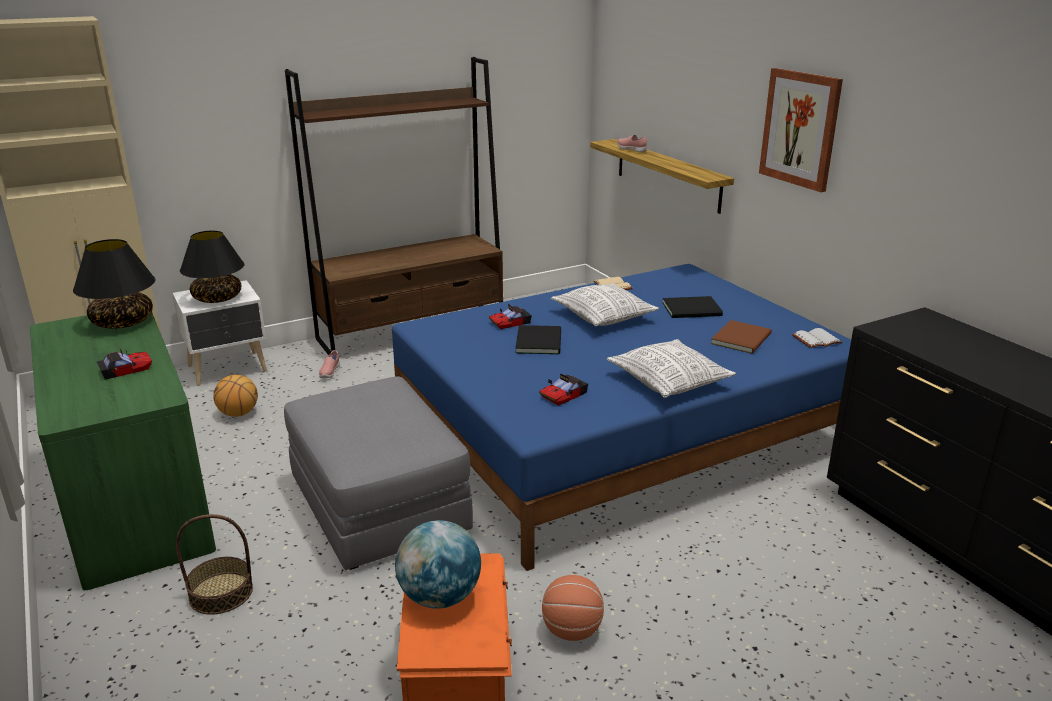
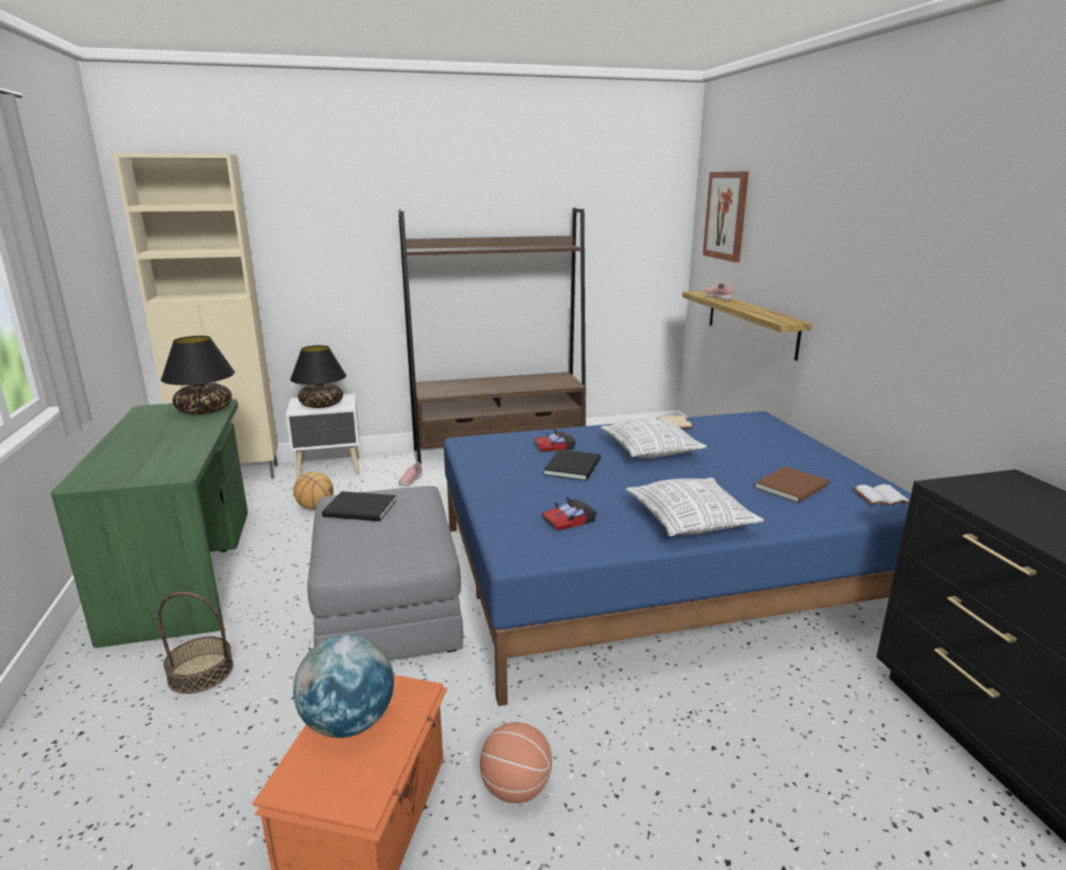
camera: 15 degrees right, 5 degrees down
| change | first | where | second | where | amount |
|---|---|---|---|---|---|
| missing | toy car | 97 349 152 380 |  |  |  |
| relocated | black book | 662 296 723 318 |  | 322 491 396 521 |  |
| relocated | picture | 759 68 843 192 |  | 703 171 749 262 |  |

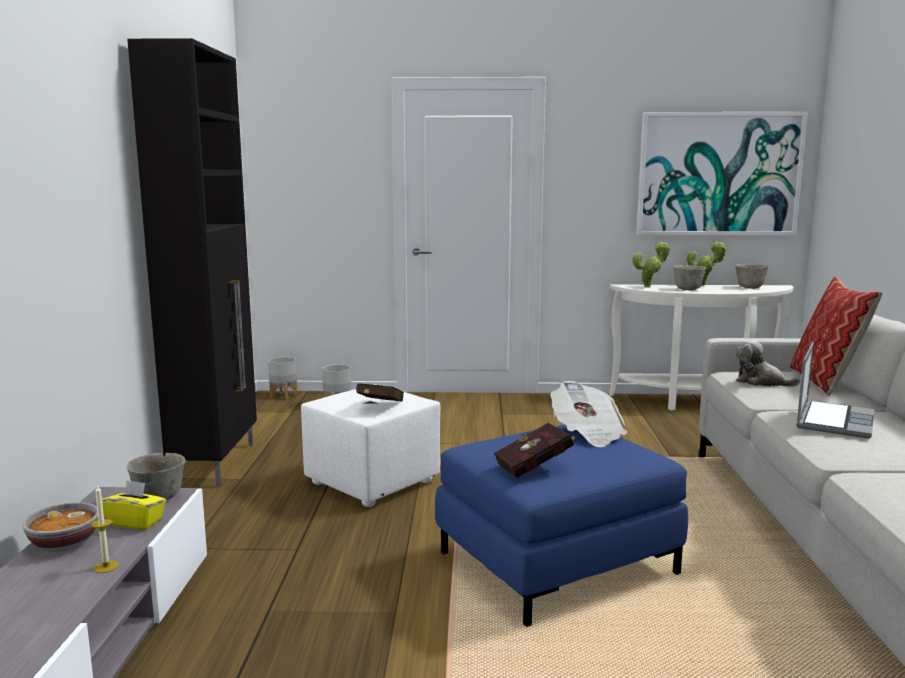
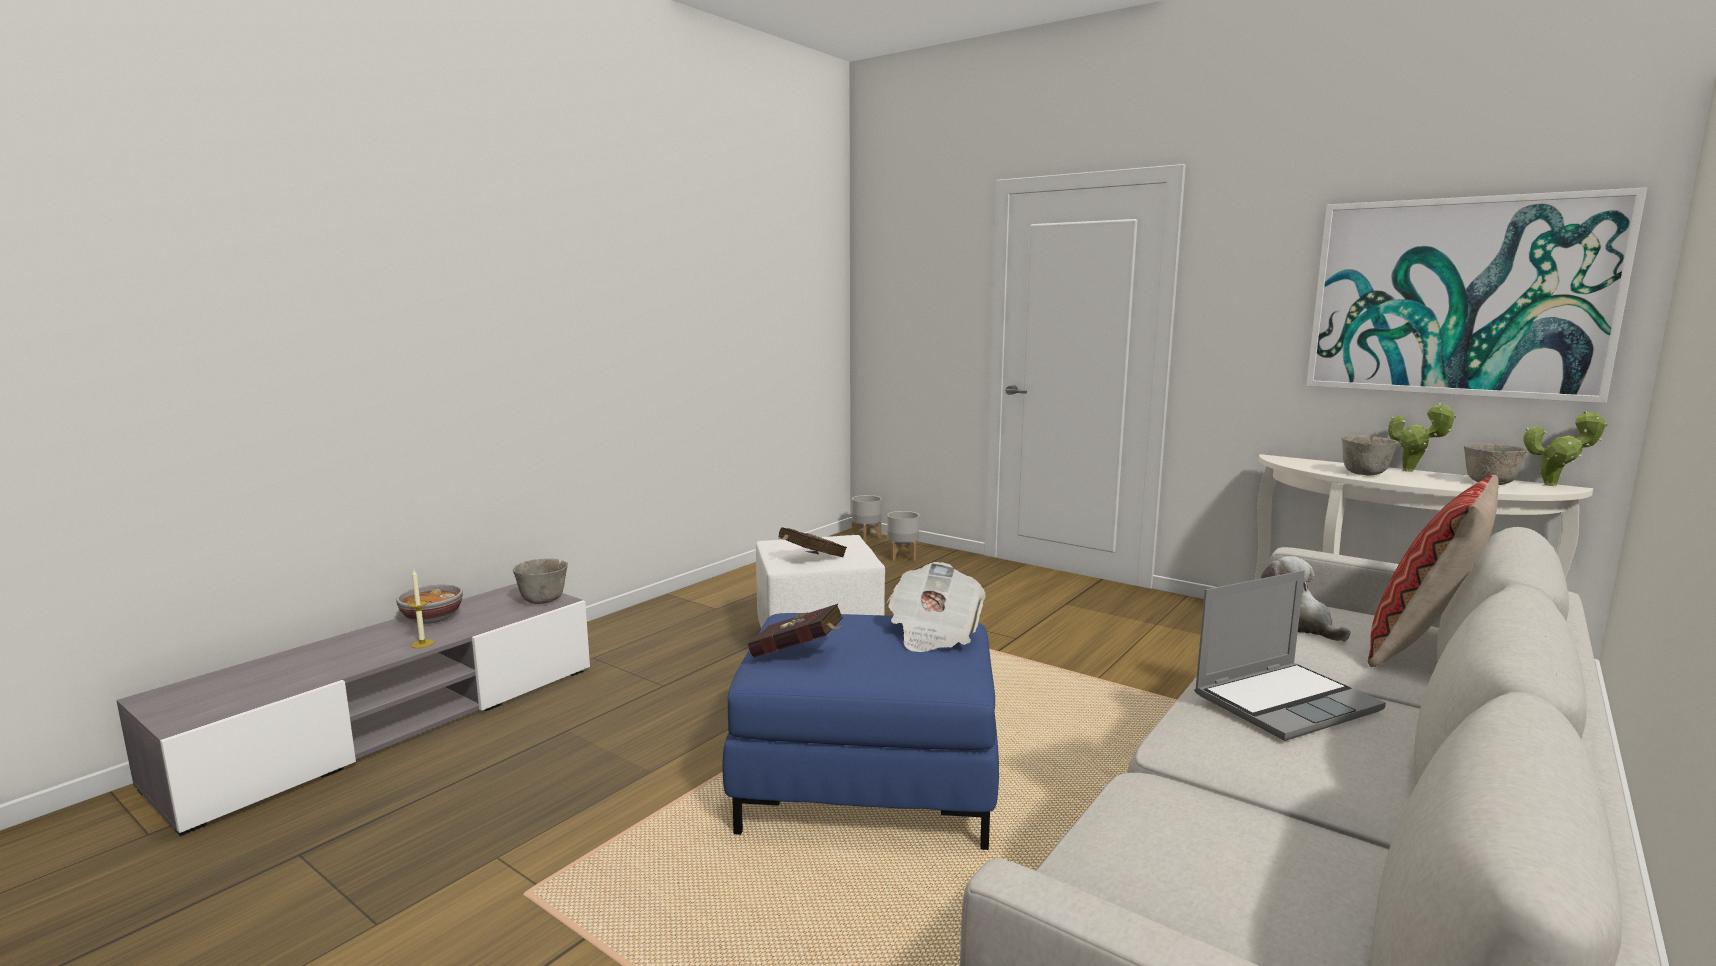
camera: 35 degrees right, 0 degrees up
| change | first | where | second | where | amount |
|---|---|---|---|---|---|
| missing | yellow tissue box | 102 480 166 530 |  |  |  |
| missing | black cabinet | 127 38 257 487 |  |  |  |
| relocated | potted plant | 632 241 670 288 |  | 1523 411 1607 486 |  |

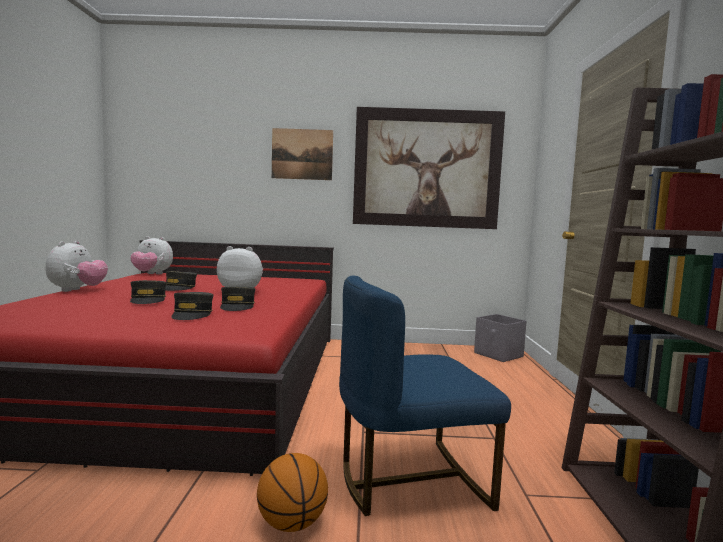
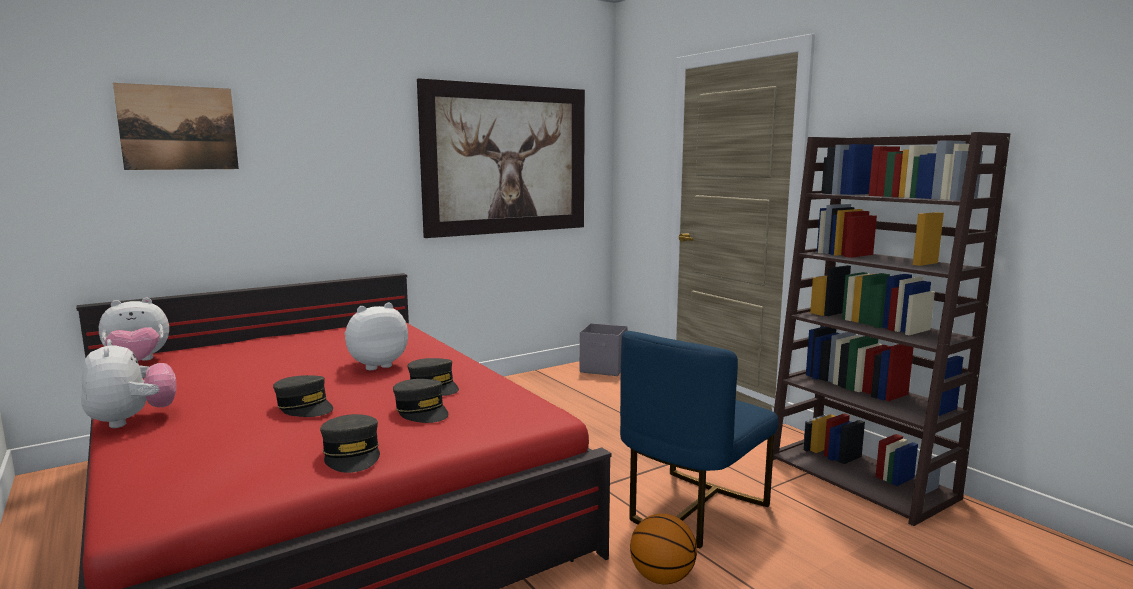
camera: 35 degrees left, 5 degrees up
| change | first | where | second | where | amount |
|---|---|---|---|---|---|
| relocated | grey cap | 165 271 197 291 |  | 320 414 380 473 |  |
| relocated | picture | 272 128 333 180 |  | 113 83 239 170 |  |

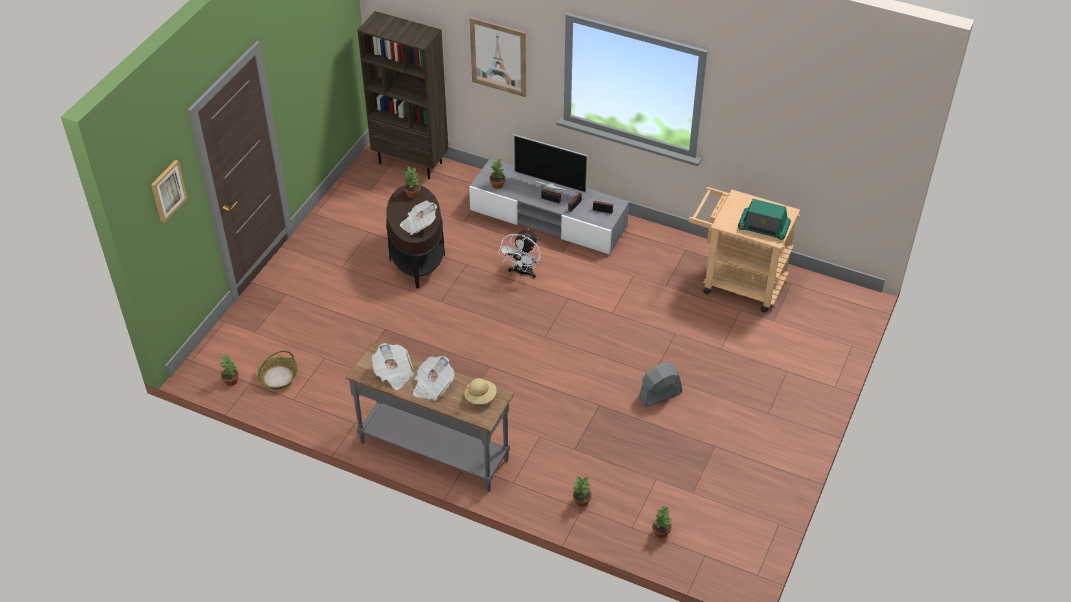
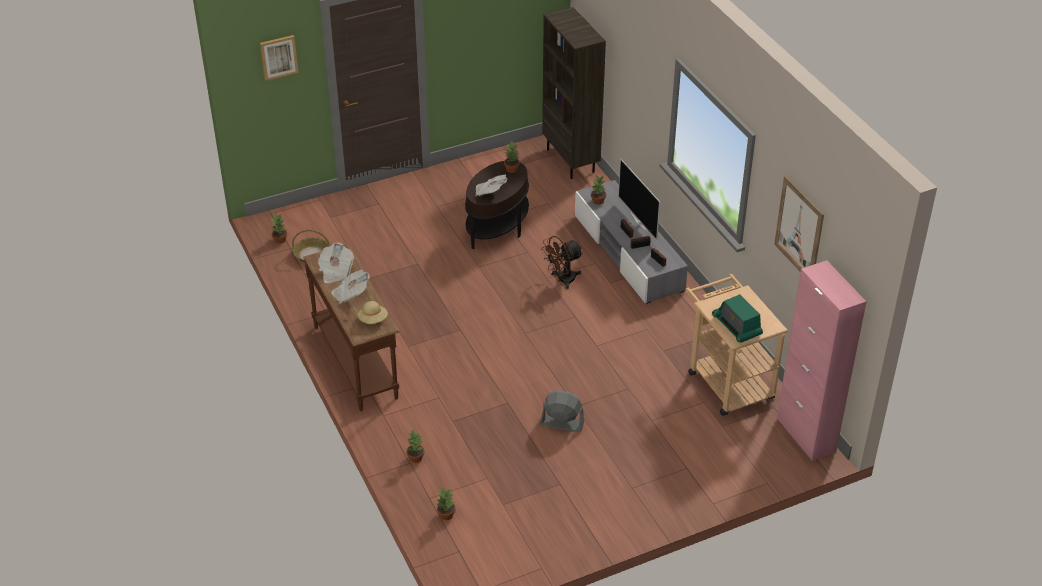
camera: 40 degrees right, 5 degrees down
| change | first | where | second | where | amount |
|---|---|---|---|---|---|
| colour | grey console table | 345 342 514 492 | brown console table | 303 244 400 411 |  |
| relocated | picture | 470 17 526 97 |  | 774 176 824 271 |  |
| colour | white fan | 498 229 541 278 | brown fan | 541 236 583 289 |  |
| appeared |  |  | pink cabinet | 777 260 867 461 |  |

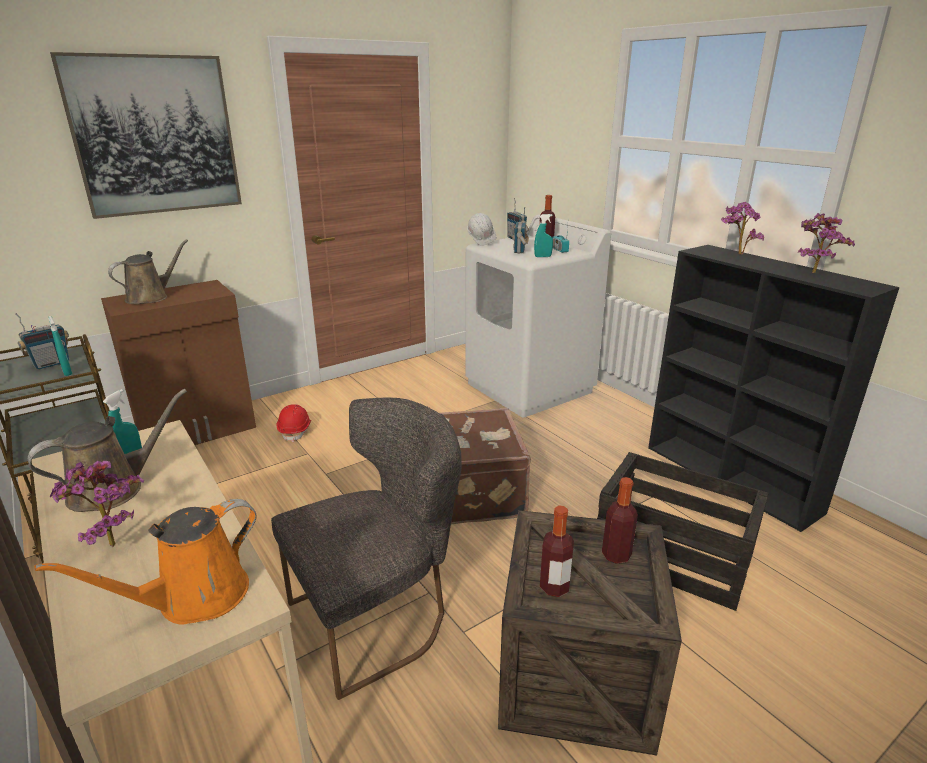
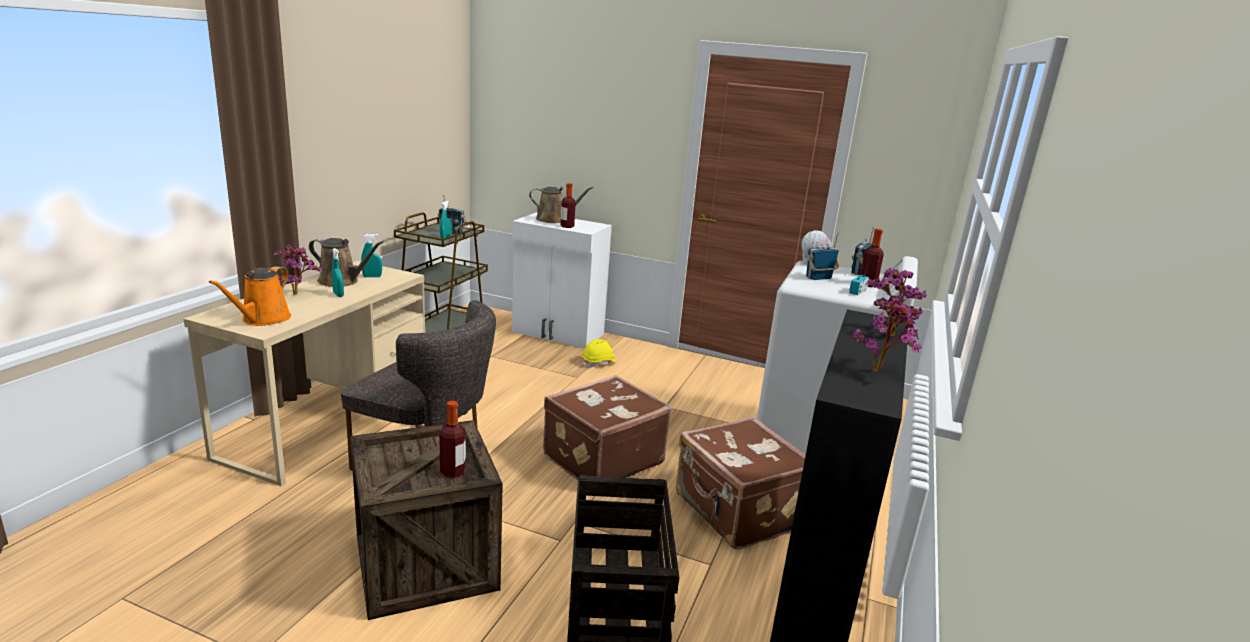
camera: 55 degrees right, 5 degrees down
| change | first | where | second | where | amount |
|---|---|---|---|---|---|
| spun | orange watering can | 34 499 256 624 |  | 209 266 291 326 | 90 degrees counterclockwise |
| missing | picture | 50 52 242 219 |  |  |  |
| colour | brown cabinet | 101 280 256 445 | white cabinet | 512 212 612 349 |  |
| colour | red hard hat | 276 404 311 442 | yellow hard hat | 582 339 617 368 |  |
| relocated | turquoise spray bottle | 534 214 553 257 |  | 332 248 344 297 |  |
| relocated | bottle | 540 505 574 597 |  | 560 183 576 228 |  |
| appeared |  |  | brown suitcase | 676 417 806 550 |  |

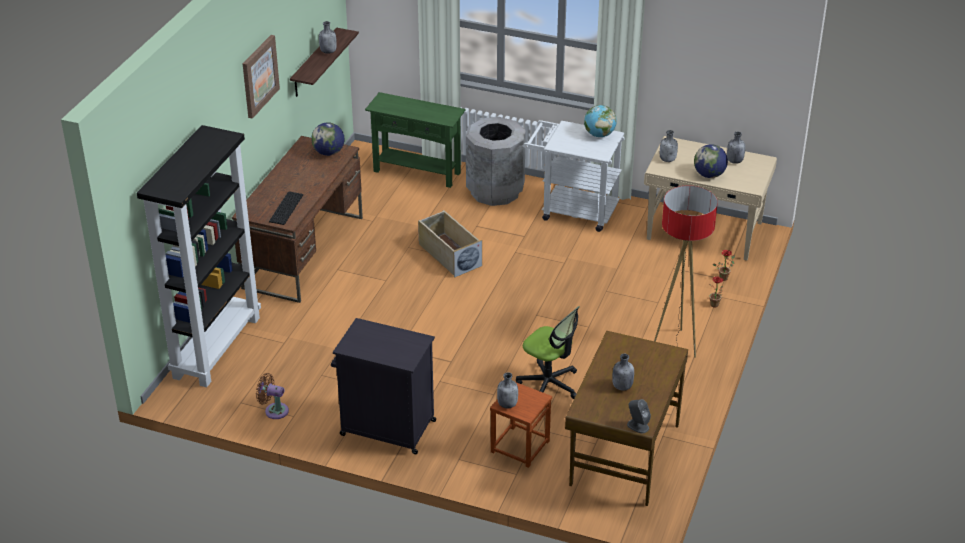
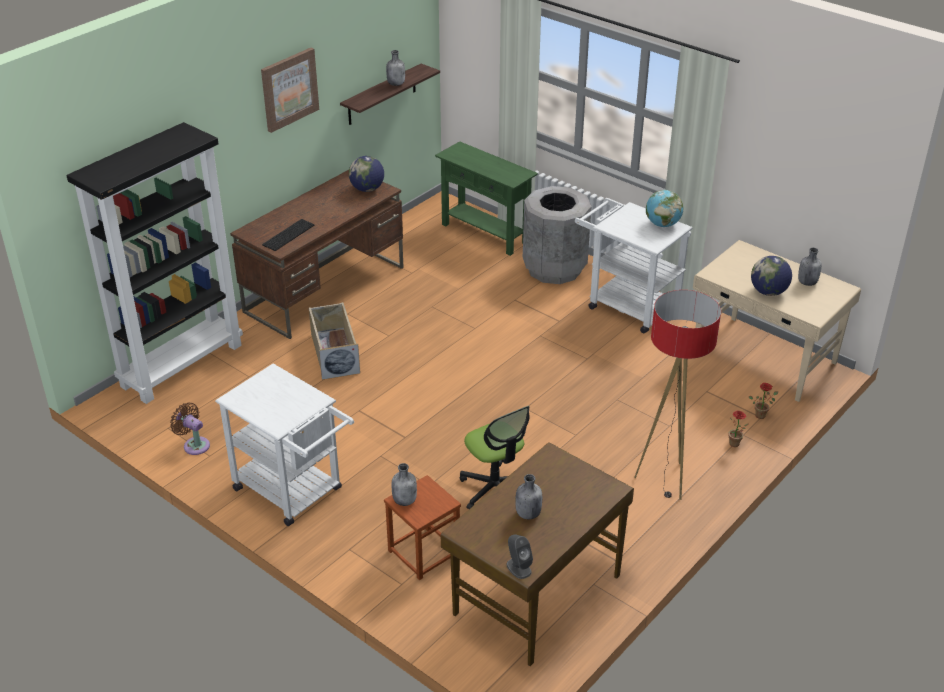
camera: 20 degrees right, 0 degrees up
| change | first | where | second | where | amount |
|---|---|---|---|---|---|
| exchanged | black cabinet | 331 318 436 454 | white cart | 215 364 354 526 |  |
| relocated | beige storage box | 418 210 482 278 |  | 309 302 360 380 |  |
| missing | grey bottle | 660 130 678 162 |  |  |  |

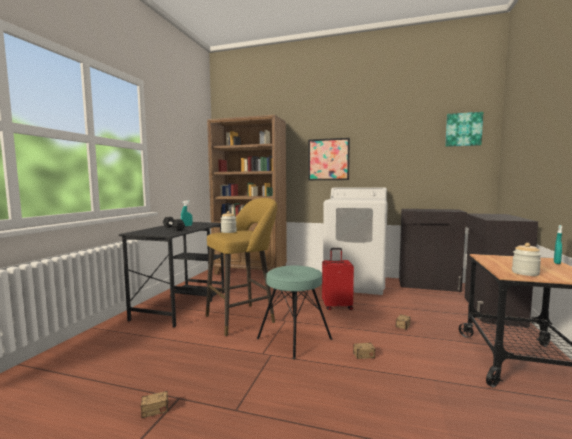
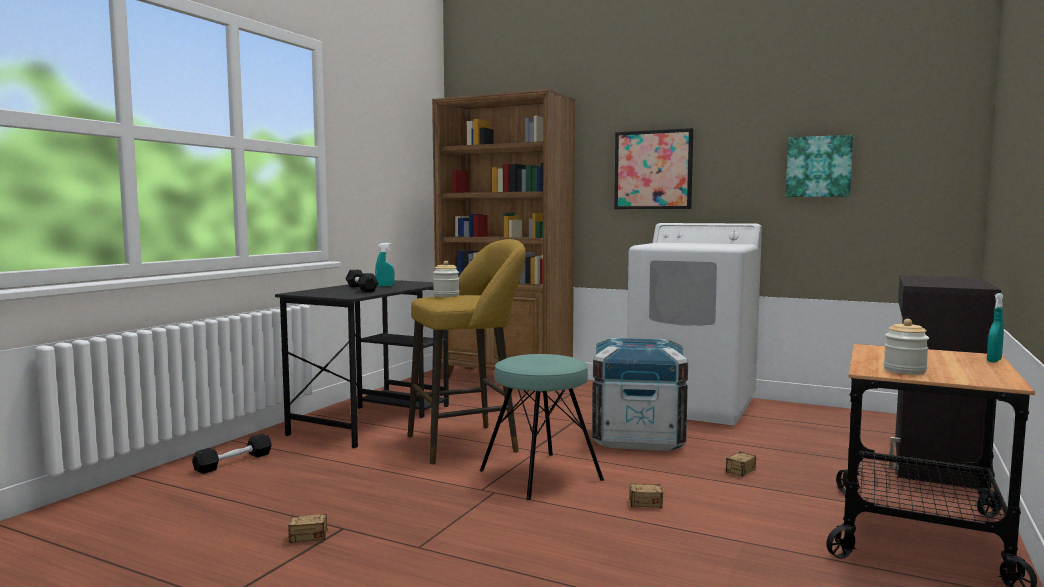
camera: 10 degrees right, 0 degrees up
| change | first | where | second | where | amount |
|---|---|---|---|---|---|
| exchanged | red suitcase | 322 248 354 311 | crate | 592 338 688 451 |  |
| missing | black cabinet | 399 209 467 292 |  |  |  |
| relocated | picture | 445 112 483 147 |  | 786 135 853 197 |  |
| appeared |  |  | black dumbbell | 192 433 272 474 |  |

